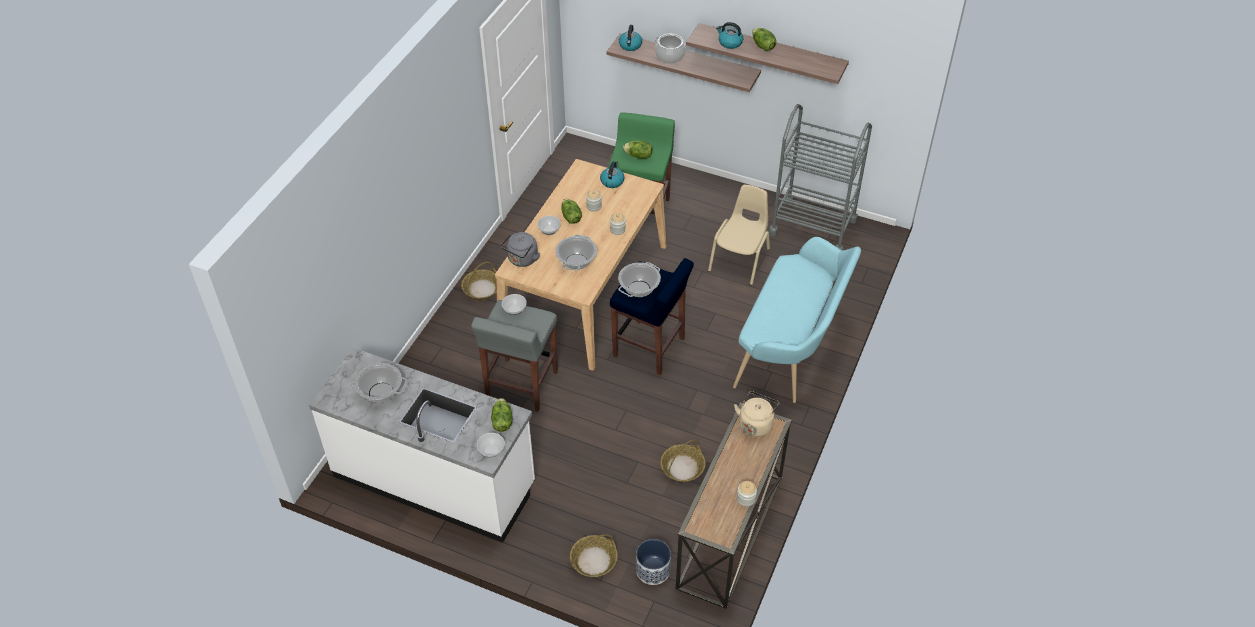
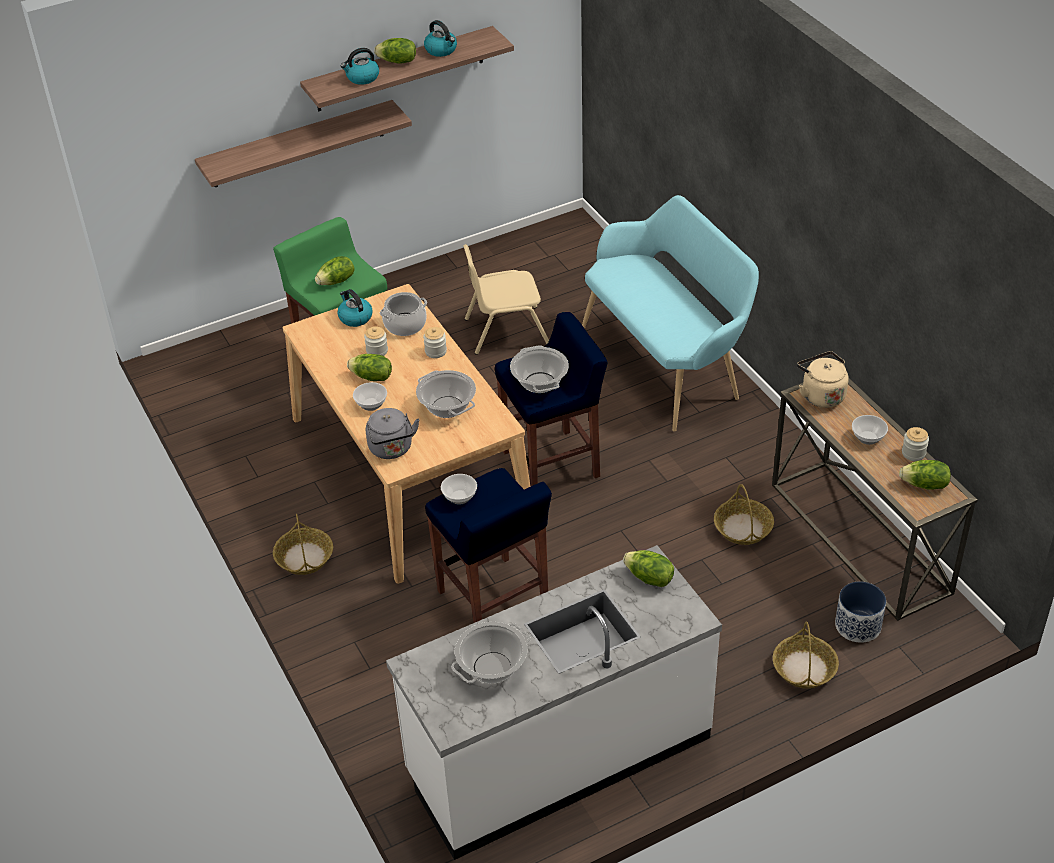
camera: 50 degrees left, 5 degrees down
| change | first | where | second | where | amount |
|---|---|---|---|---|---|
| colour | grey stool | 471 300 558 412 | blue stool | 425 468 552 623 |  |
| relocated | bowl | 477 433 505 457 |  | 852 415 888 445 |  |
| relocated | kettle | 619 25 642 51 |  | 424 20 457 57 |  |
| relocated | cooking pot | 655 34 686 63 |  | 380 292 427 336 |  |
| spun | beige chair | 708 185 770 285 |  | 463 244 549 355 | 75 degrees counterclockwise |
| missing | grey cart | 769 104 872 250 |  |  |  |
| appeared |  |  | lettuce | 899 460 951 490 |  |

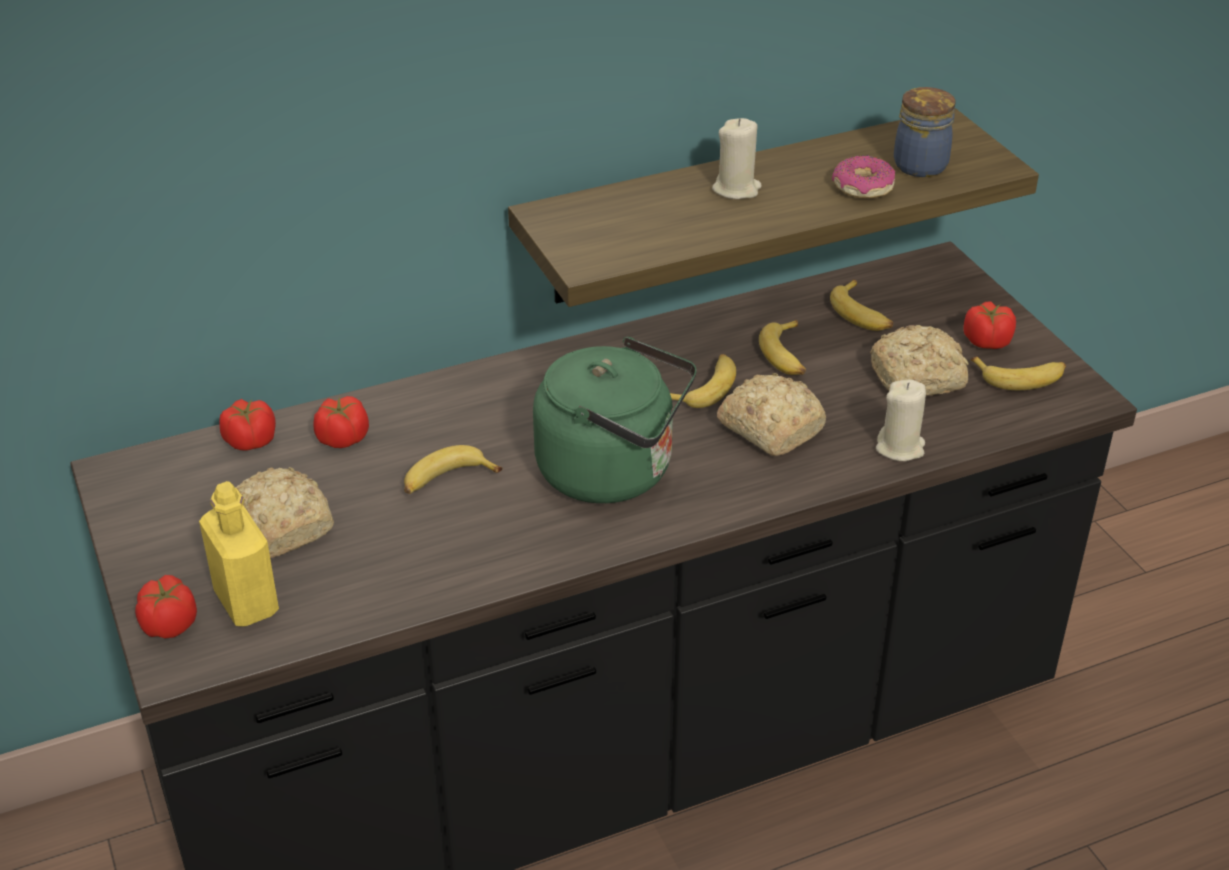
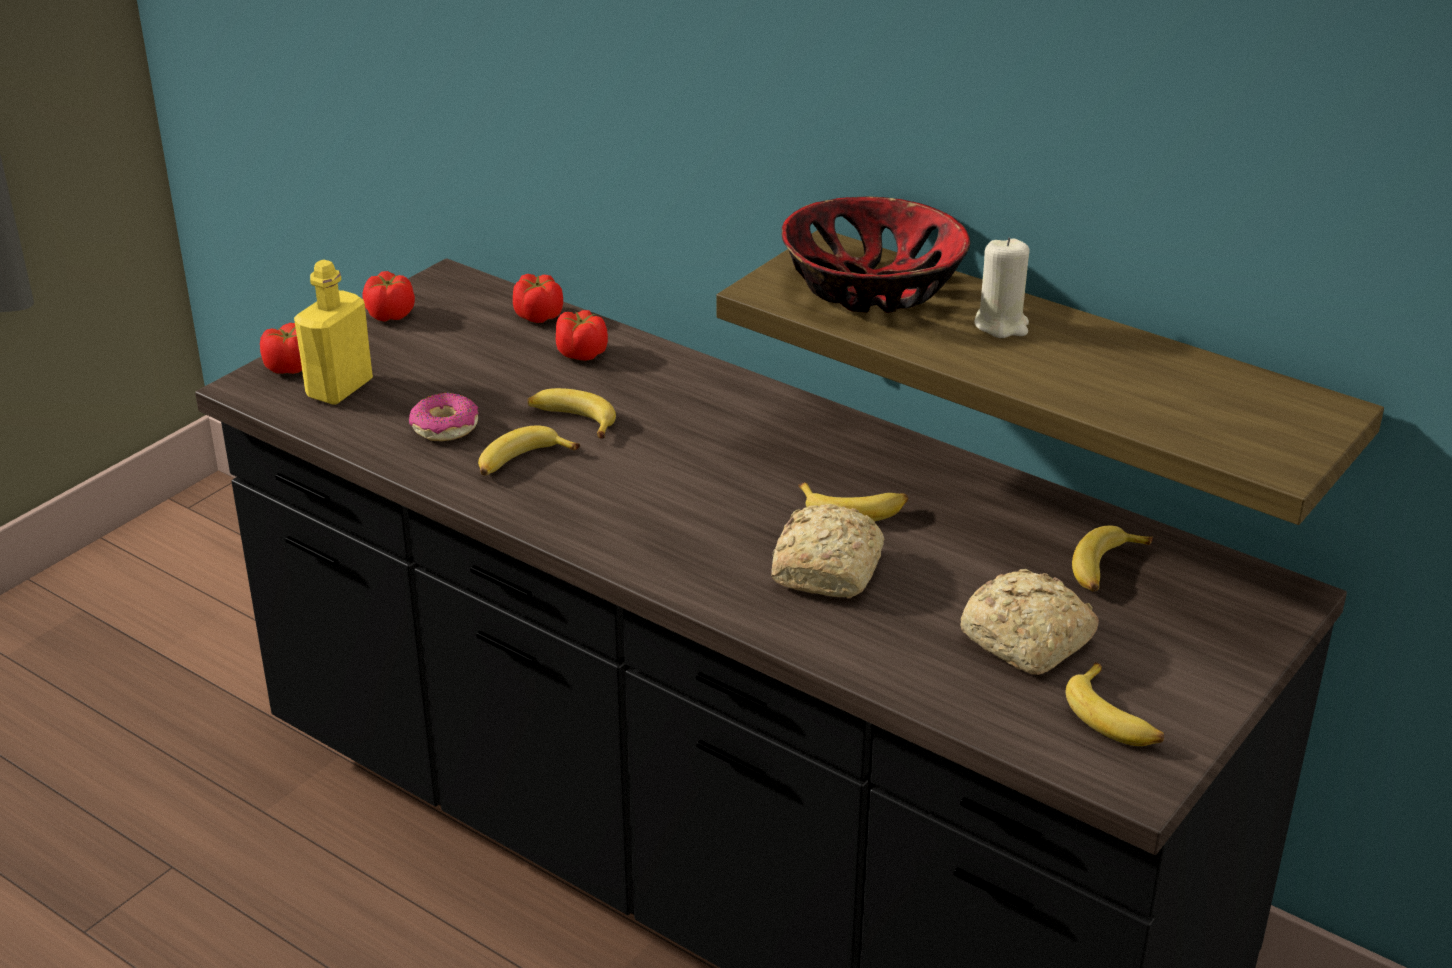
camera: 60 degrees right, 5 degrees down
| change | first | where | second | where | amount |
|---|---|---|---|---|---|
| missing | bread | 235 467 334 558 |  |  |  |
| missing | green kettle | 533 337 697 503 |  |  |  |
| relocated | banana | 759 320 806 375 |  | 478 426 580 476 |  |
| relocated | donut | 832 156 895 198 |  | 409 393 479 441 |  |
| missing | beige candle | 876 379 926 461 |  |  |  |
| missing | jar | 894 87 956 177 |  |  |  |
| relocated | tomato | 963 301 1016 349 |  | 363 271 415 322 |  |
| appeared |  |  | bowl | 782 197 970 313 |  |

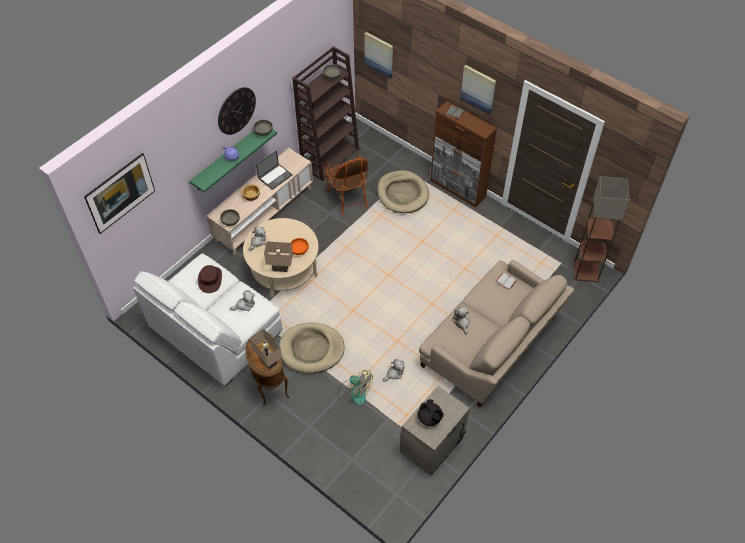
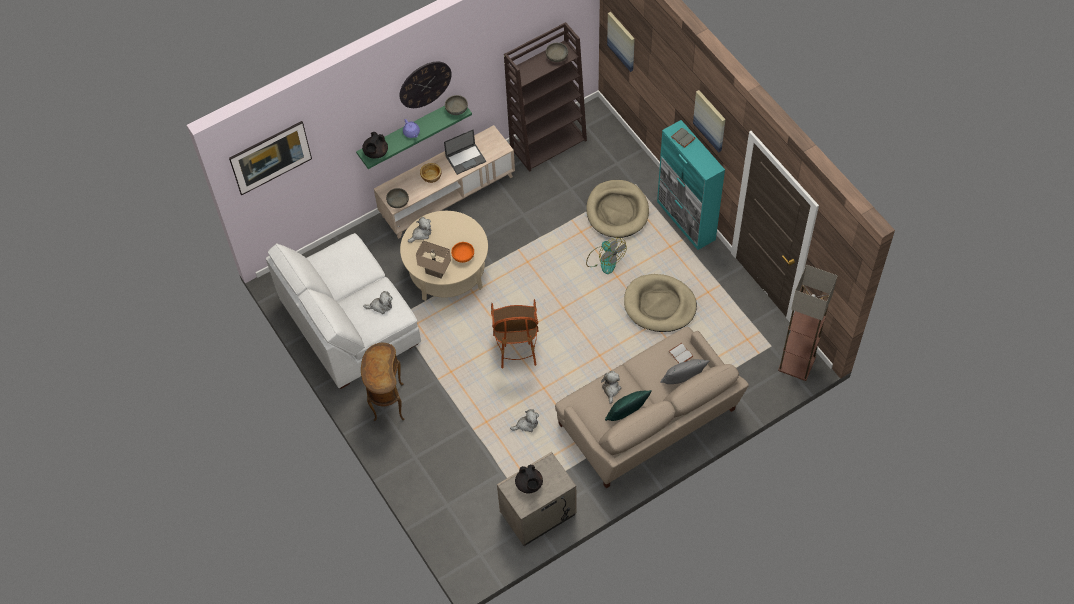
camera: 20 degrees right, 5 degrees up
| change | first | where | second | where | amount |
|---|---|---|---|---|---|
| missing | brown hat | 198 265 222 293 |  |  |  |
| missing | beige table lamp | 250 329 282 369 |  |  |  |
| relocated | beige dog bed | 279 322 344 373 |  | 624 274 697 332 |  |
| relocated | armchair | 325 153 368 215 |  | 491 299 539 368 |  |
| relocated | fan | 338 370 373 406 |  | 586 238 627 274 |  |
| colour | brown cabinet | 430 101 497 208 | turquoise cabinet | 657 120 725 250 |  |
| appeared |  |  | black teapot | 362 132 388 159 |  |
| appeared |  |  | green pillow | 605 390 652 421 |  |
| appeared |  |  | grey pillow | 660 359 709 384 |  |

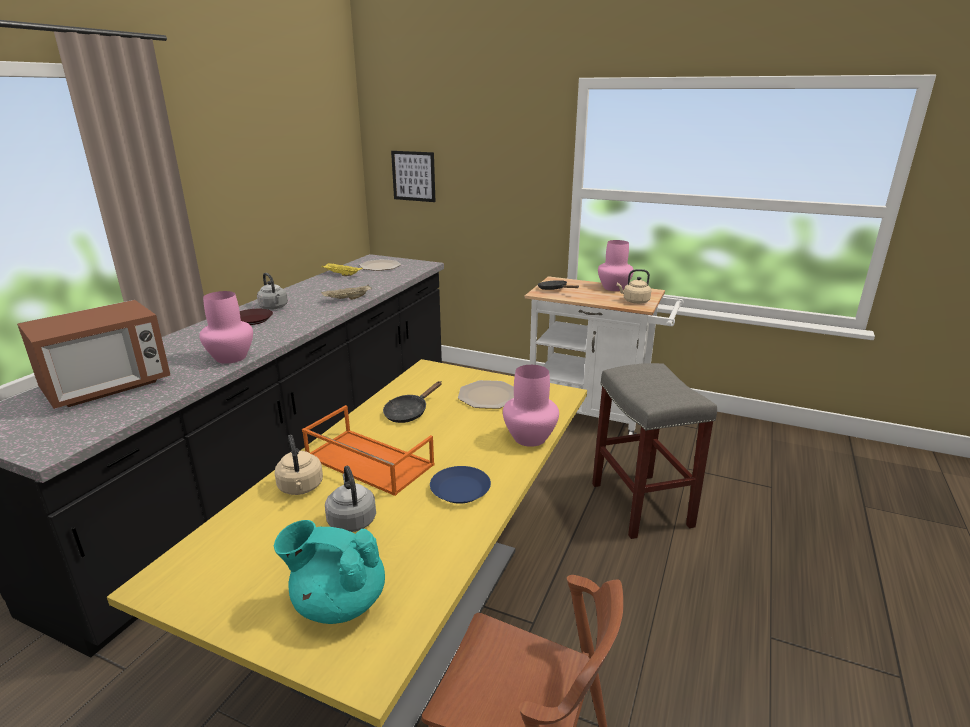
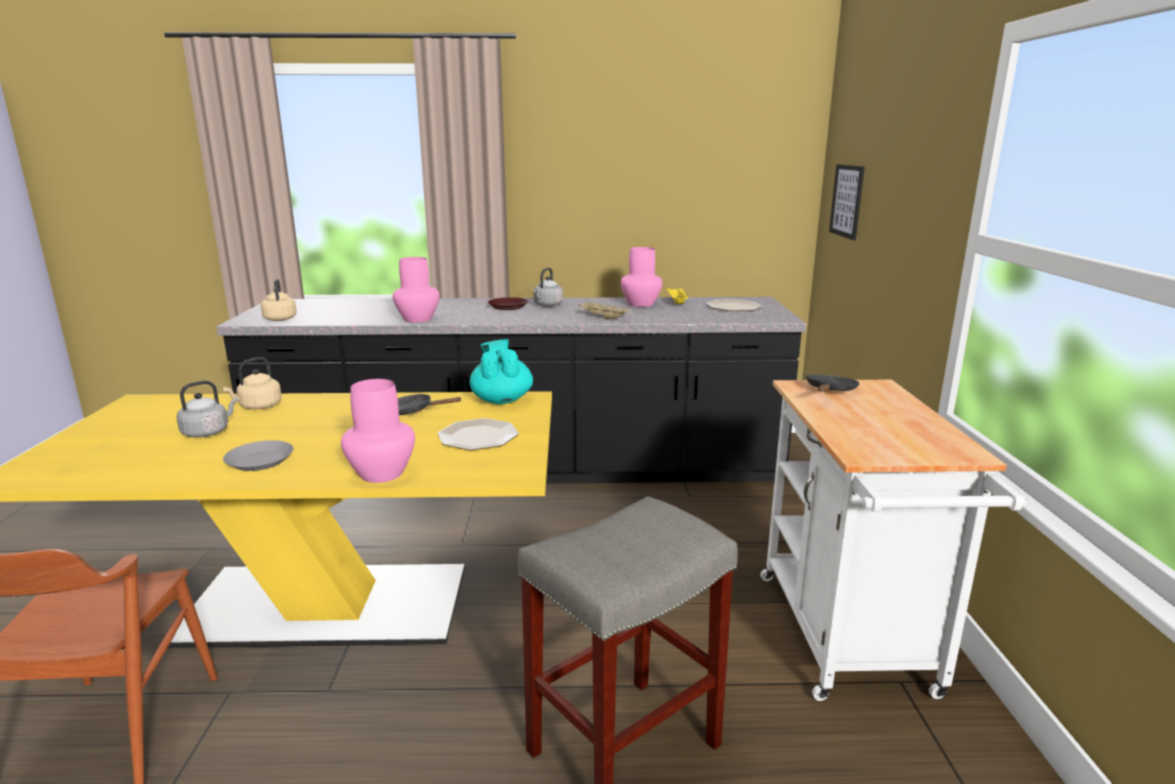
camera: 65 degrees right, 5 degrees down
| change | first | where | second | where | amount |
|---|---|---|---|---|---|
| missing | microwave | 17 300 170 409 |  |  |  |
| relocated | turquoise teapot | 274 520 385 624 |  | 469 339 533 404 |  |
| missing | orange tray | 302 405 435 496 |  |  |  |
| colour | blue plate | 430 466 491 504 | grey plate | 223 440 293 471 |  |
| relocated | pink vase | 598 240 634 291 |  | 621 247 663 307 |  |
| relocated | beige kettle | 617 269 651 304 |  | 261 279 297 321 |  |

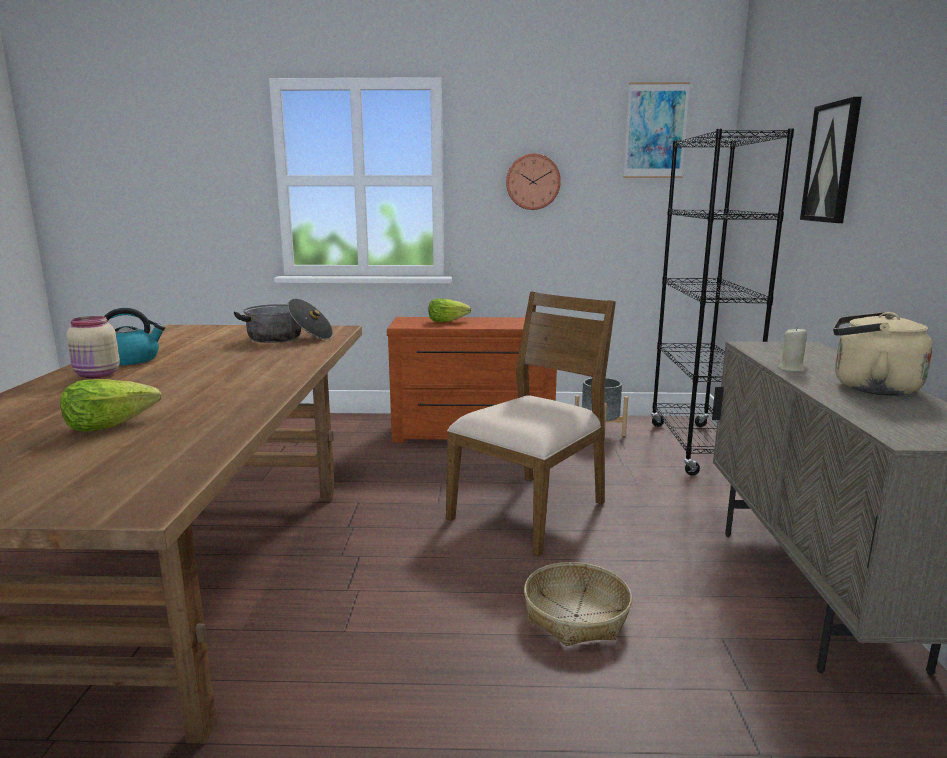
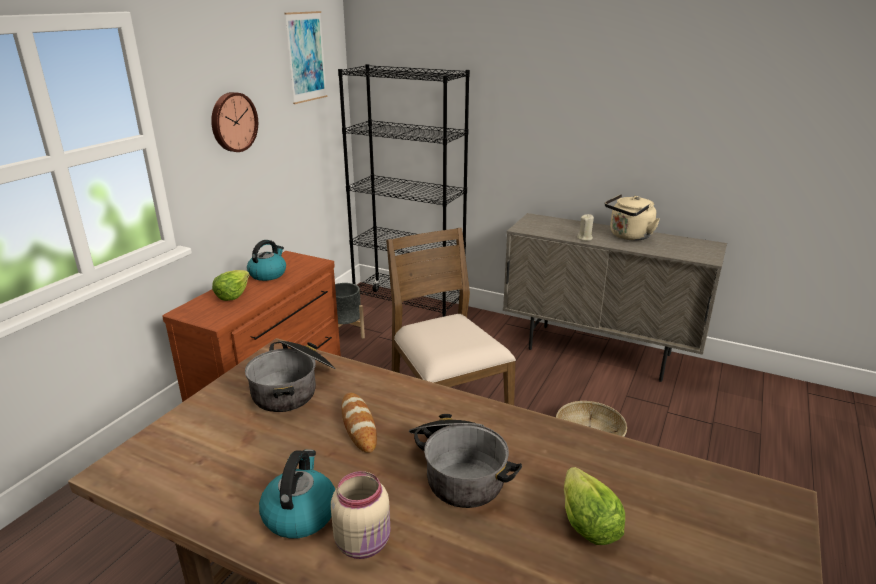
camera: 65 degrees left, 10 degrees up
| change | first | where | second | where | amount |
|---|---|---|---|---|---|
| missing | picture | 800 97 862 223 |  |  |  |
| appeared |  |  | kettle | 247 240 286 281 |  |
| appeared |  |  | bread | 342 393 377 453 |  |
| appeared |  |  | cooking pot | 409 414 522 508 |  |

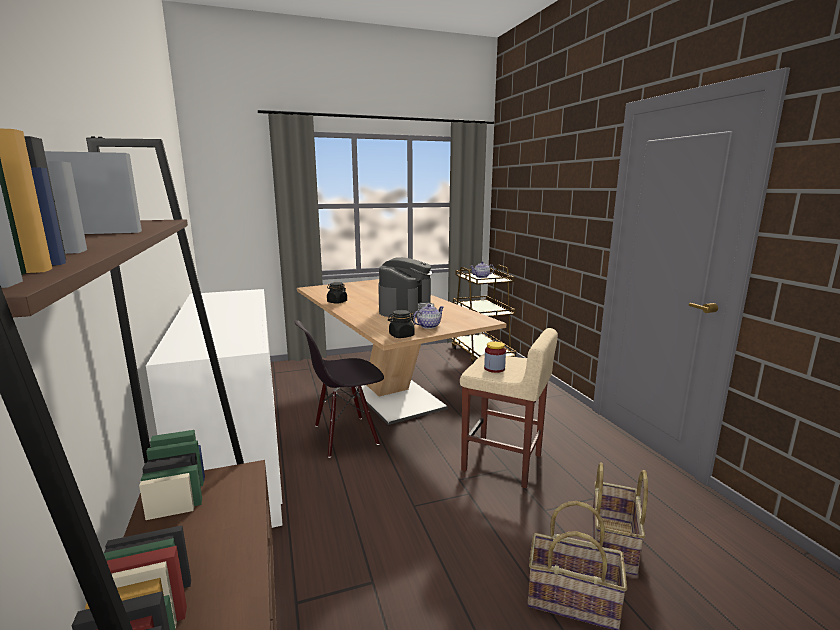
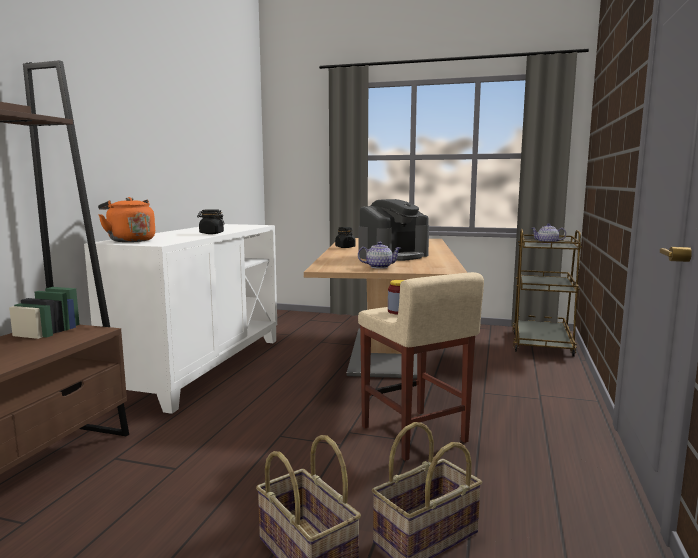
camera: 35 degrees right, 5 degrees down
| change | first | where | second | where | amount |
|---|---|---|---|---|---|
| missing | black chair | 295 320 384 458 |  |  |  |
| relocated | black jar | 388 310 415 338 |  | 197 209 225 234 |  |
| appeared |  |  | orange kettle | 98 197 155 242 |  |

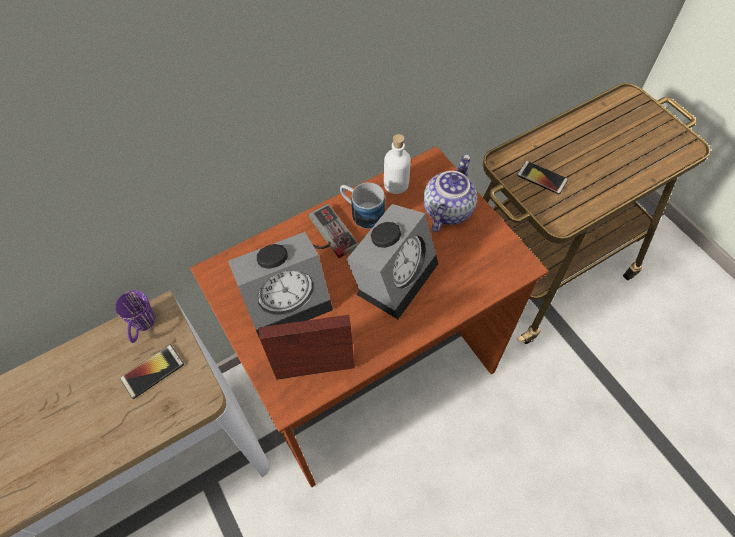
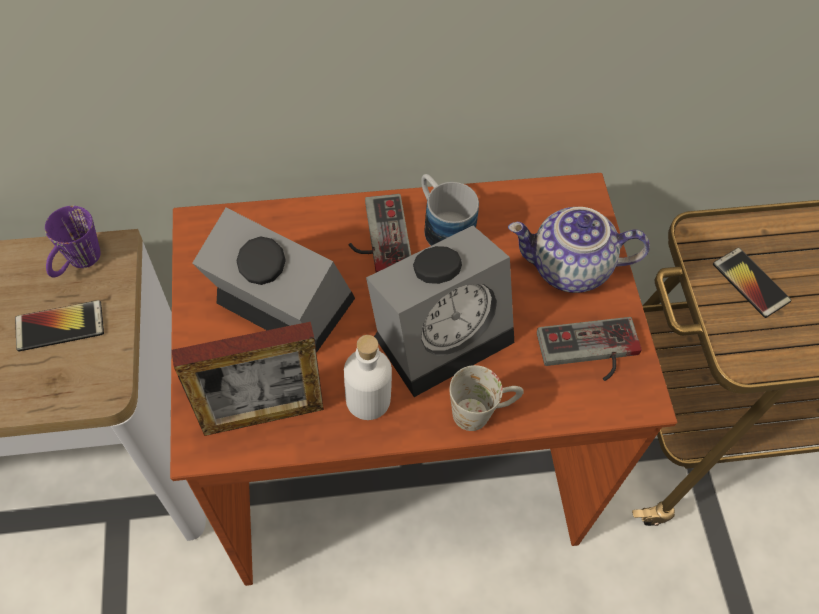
camera: 20 degrees right, 0 degrees up
| change | first | where | second | where | amount |
|---|---|---|---|---|---|
| spun | alarm clock | 228 232 333 337 |  | 192 208 355 353 | 150 degrees counterclockwise |
| spun | picture frame | 259 315 355 380 |  | 172 322 324 436 | 150 degrees clockwise |
| relocated | white bottle | 384 134 411 194 |  | 344 335 392 420 |  |
| spun | teapot | 423 155 477 232 |  | 508 207 650 293 | 135 degrees counterclockwise |
| appeared |  |  | white mug | 450 365 524 431 |  |
| appeared |  |  | game controller | 537 317 642 381 |  |

